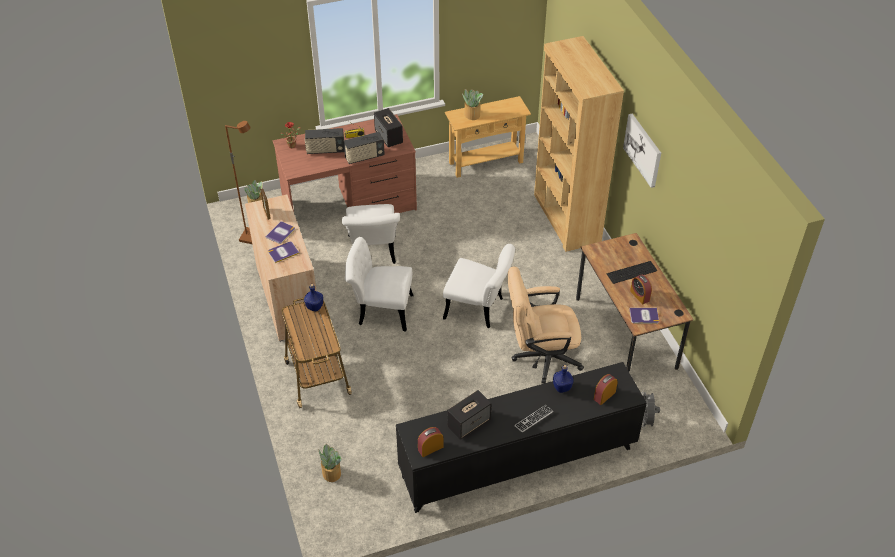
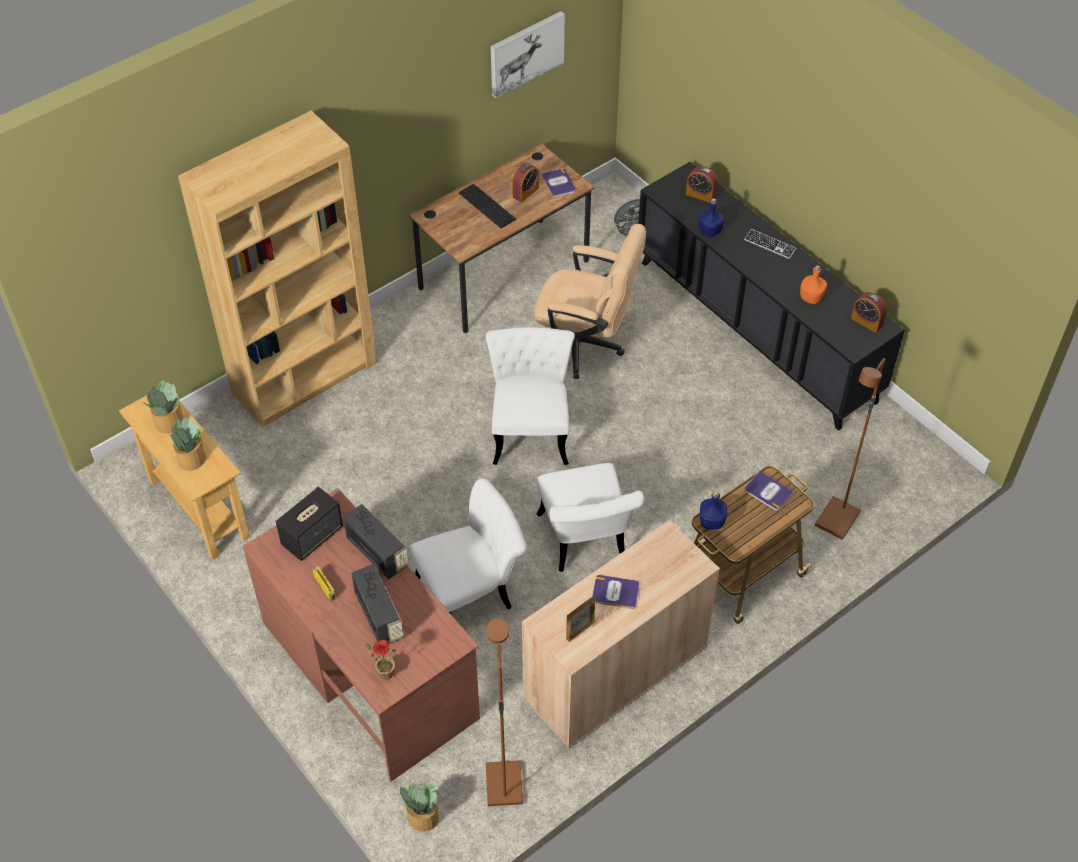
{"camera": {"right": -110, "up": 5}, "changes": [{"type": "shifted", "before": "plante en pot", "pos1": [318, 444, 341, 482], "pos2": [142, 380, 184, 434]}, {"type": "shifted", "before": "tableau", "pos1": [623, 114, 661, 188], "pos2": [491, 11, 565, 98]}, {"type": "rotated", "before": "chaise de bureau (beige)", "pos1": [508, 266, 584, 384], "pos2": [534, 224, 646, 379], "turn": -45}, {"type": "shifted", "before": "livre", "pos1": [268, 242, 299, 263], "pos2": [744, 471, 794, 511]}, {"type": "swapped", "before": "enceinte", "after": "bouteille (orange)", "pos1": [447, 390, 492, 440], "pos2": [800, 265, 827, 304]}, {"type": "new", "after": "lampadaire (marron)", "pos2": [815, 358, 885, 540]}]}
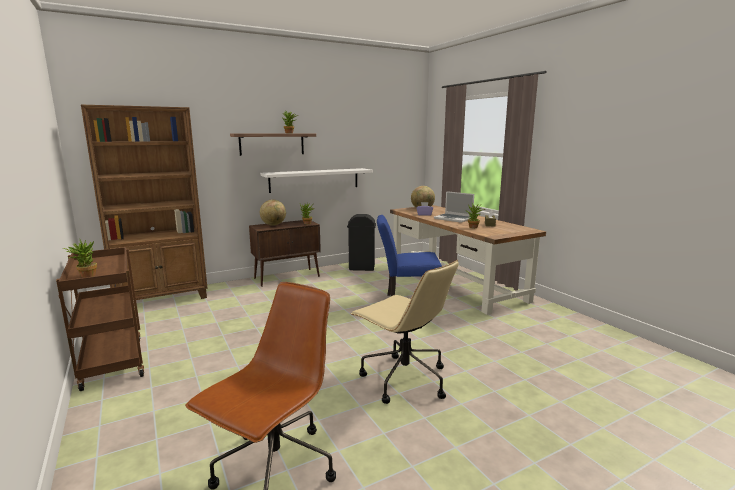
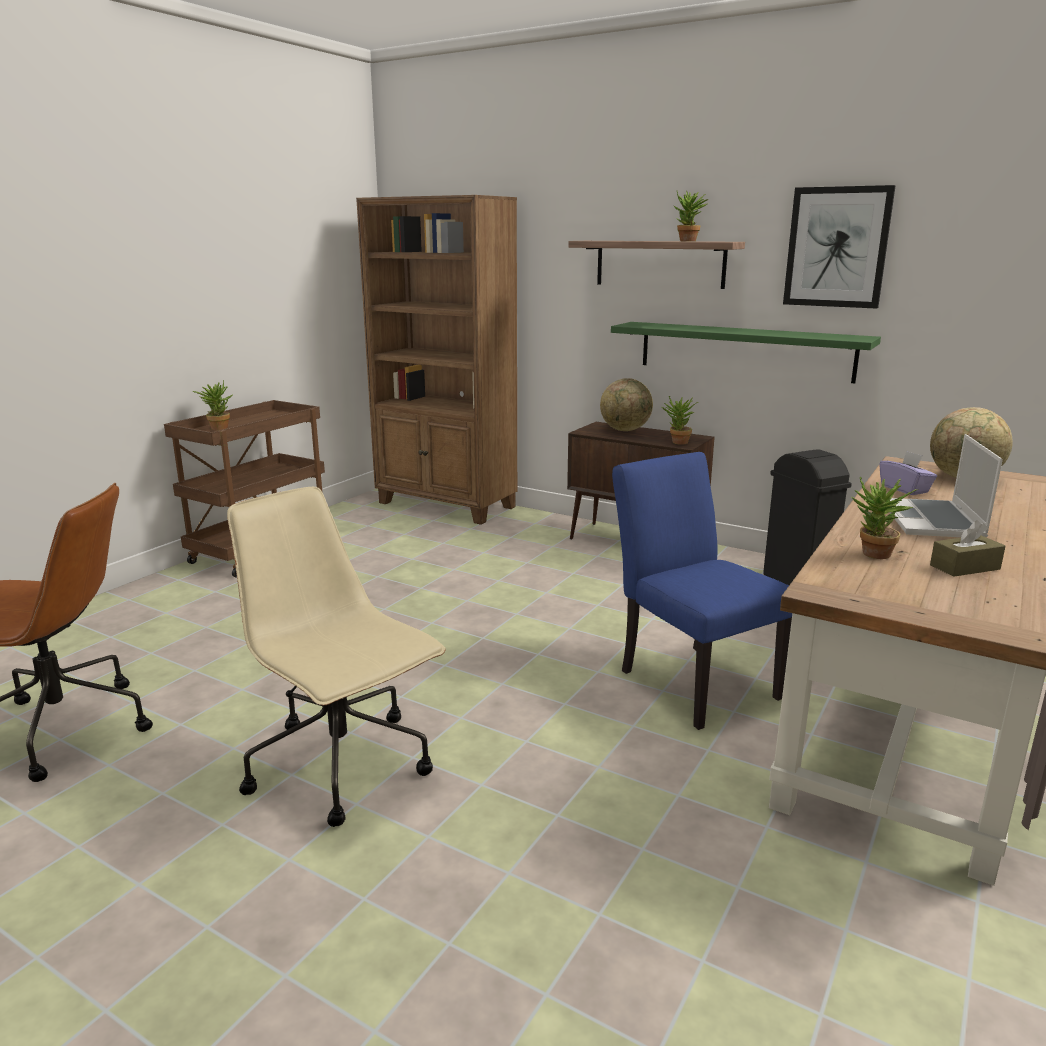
{"camera": {"right": 60, "up": 5}, "changes": [{"type": "rotated", "before": "chaise de bureau (beige)", "pos1": [350, 260, 459, 404], "pos2": [227, 487, 446, 827], "turn": 120}, {"type": "repainted", "before": "étagère (blanc)", "after": "étagère (vert)", "pos1": [260, 168, 373, 193], "pos2": [611, 322, 881, 384]}, {"type": "new", "after": "tableau", "pos2": [783, 185, 896, 309]}]}
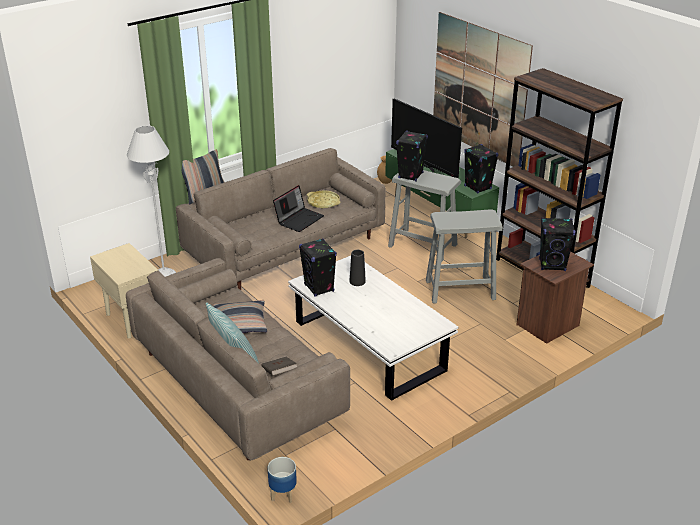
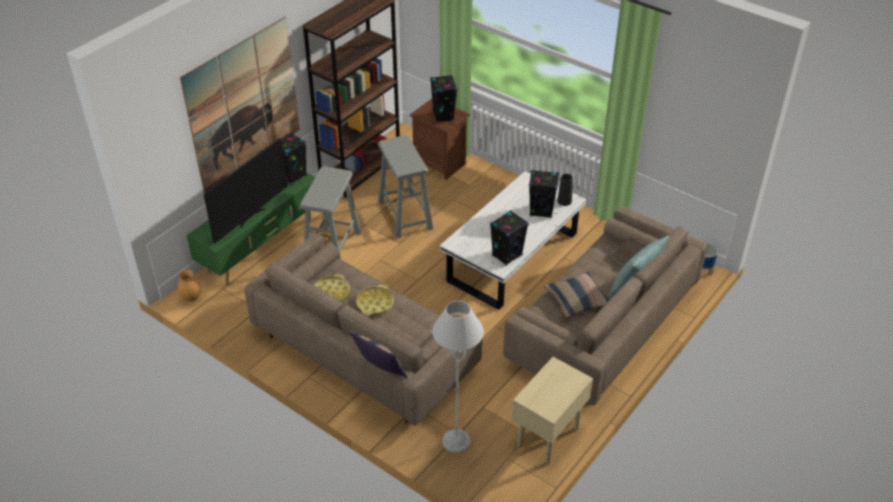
{"camera": {"right": -105, "up": 10}, "changes": [{"type": "swapped", "before": "ordinateur portable", "after": "plateau (jaune)", "pos1": [273, 185, 324, 232], "pos2": [356, 284, 394, 316]}, {"type": "shifted", "before": "enceinte (noir)", "pos1": [396, 131, 428, 182], "pos2": [529, 170, 559, 218]}, {"type": "shifted", "before": "vase (noir)", "pos1": [349, 250, 366, 286], "pos2": [557, 174, 573, 206]}]}
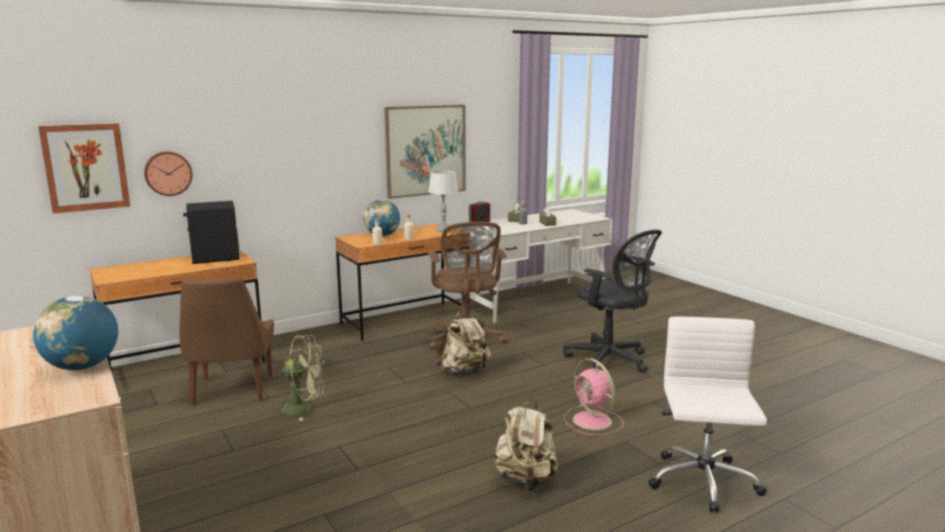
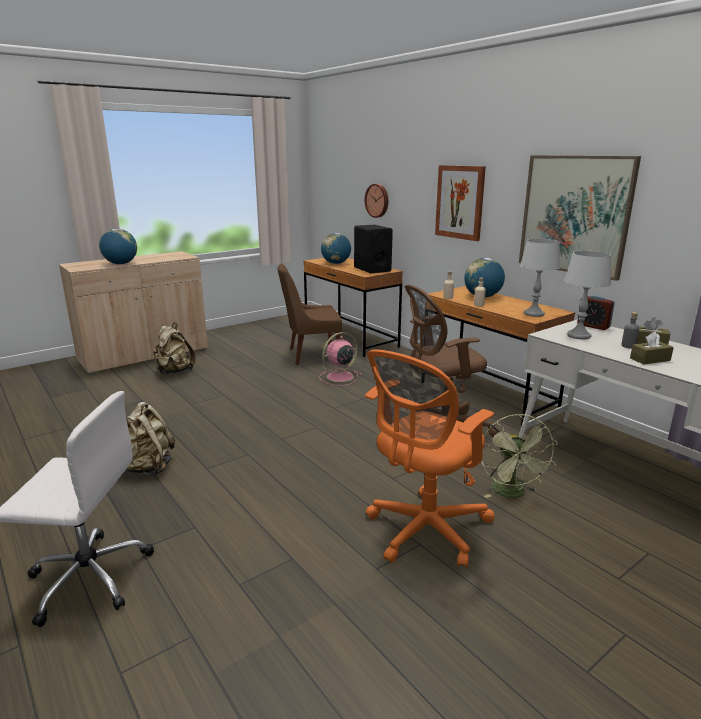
{"camera": {"right": 85, "up": 5}, "changes": [{"type": "shifted", "before": "sac à dos (beige)", "pos1": [435, 311, 491, 375], "pos2": [153, 322, 195, 375]}, {"type": "shifted", "before": "ventilateur (rose)", "pos1": [564, 359, 624, 435], "pos2": [319, 332, 362, 386]}, {"type": "new", "after": "globe", "pos2": [321, 233, 351, 264]}, {"type": "repainted", "before": "chaise de bureau (noir)", "after": "chaise de bureau (orange)", "pos1": [563, 230, 662, 373], "pos2": [365, 349, 495, 568]}, {"type": "shifted", "before": "tableau", "pos1": [38, 123, 130, 213], "pos2": [435, 165, 486, 241]}, {"type": "shifted", "before": "ventilateur (vert)", "pos1": [276, 335, 326, 421], "pos2": [481, 414, 558, 498]}, {"type": "new", "after": "lampe de table (gris)", "pos2": [564, 251, 611, 339]}]}
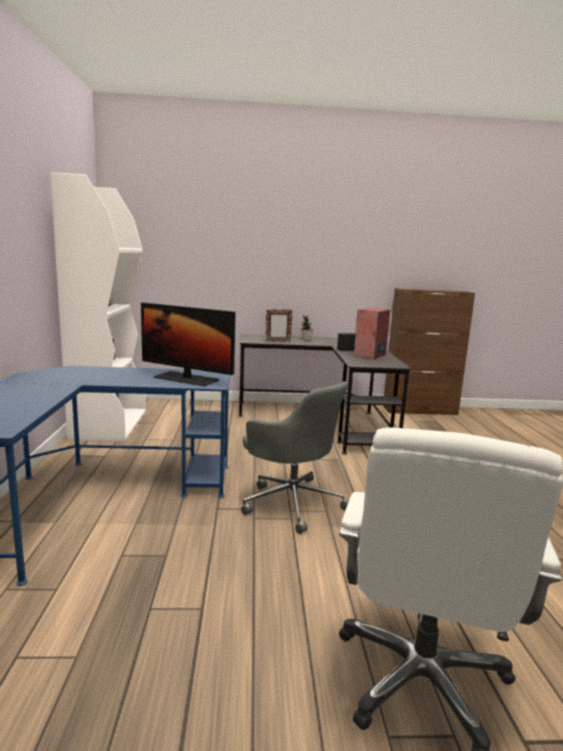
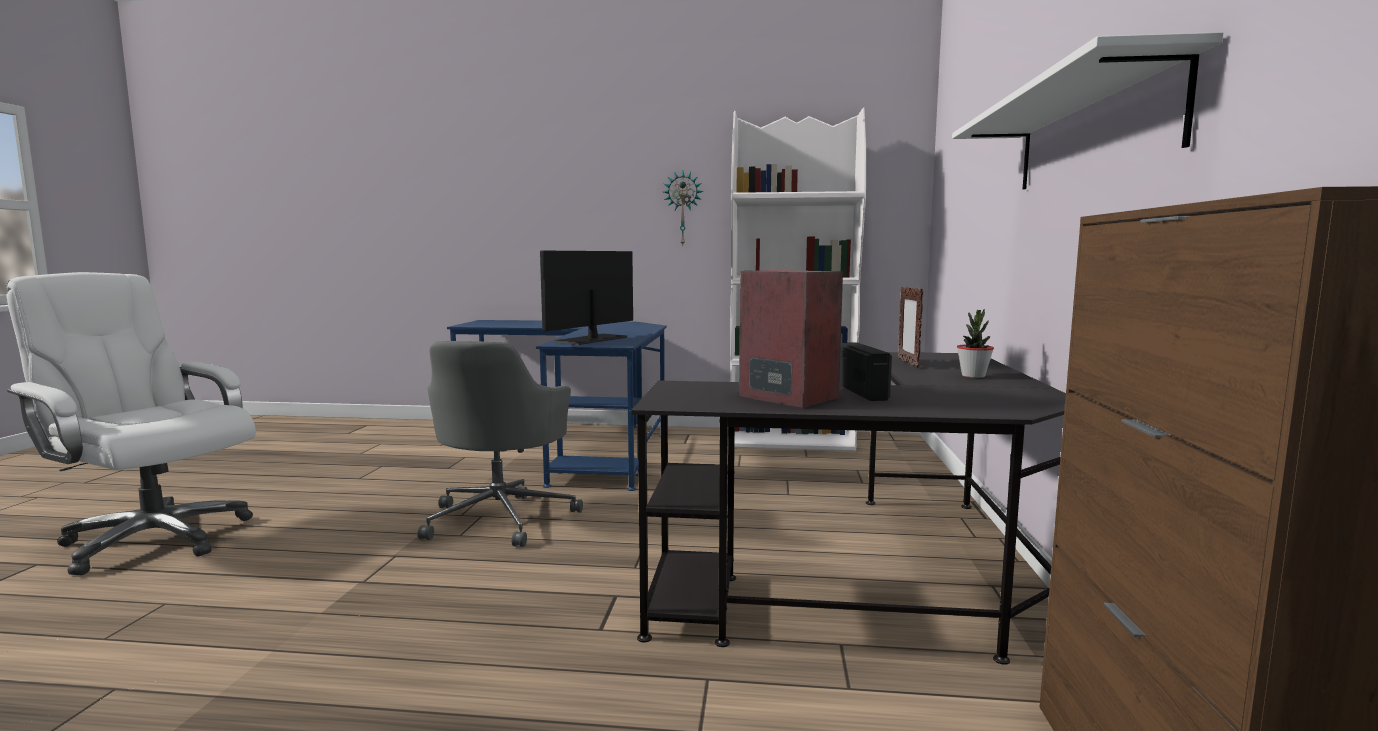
{"camera": {"right": 100, "up": -5}, "changes": [{"type": "rotated", "before": "chaise de bureau (gris)", "pos1": [241, 381, 349, 534], "pos2": [418, 341, 583, 547], "turn": -45}, {"type": "new", "after": "horloge murale", "pos2": [663, 171, 703, 245]}, {"type": "new", "after": "étagère (blanc)", "pos2": [952, 32, 1223, 190]}]}
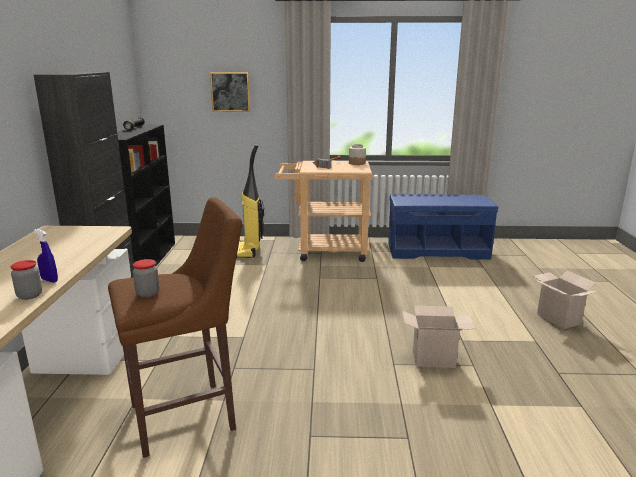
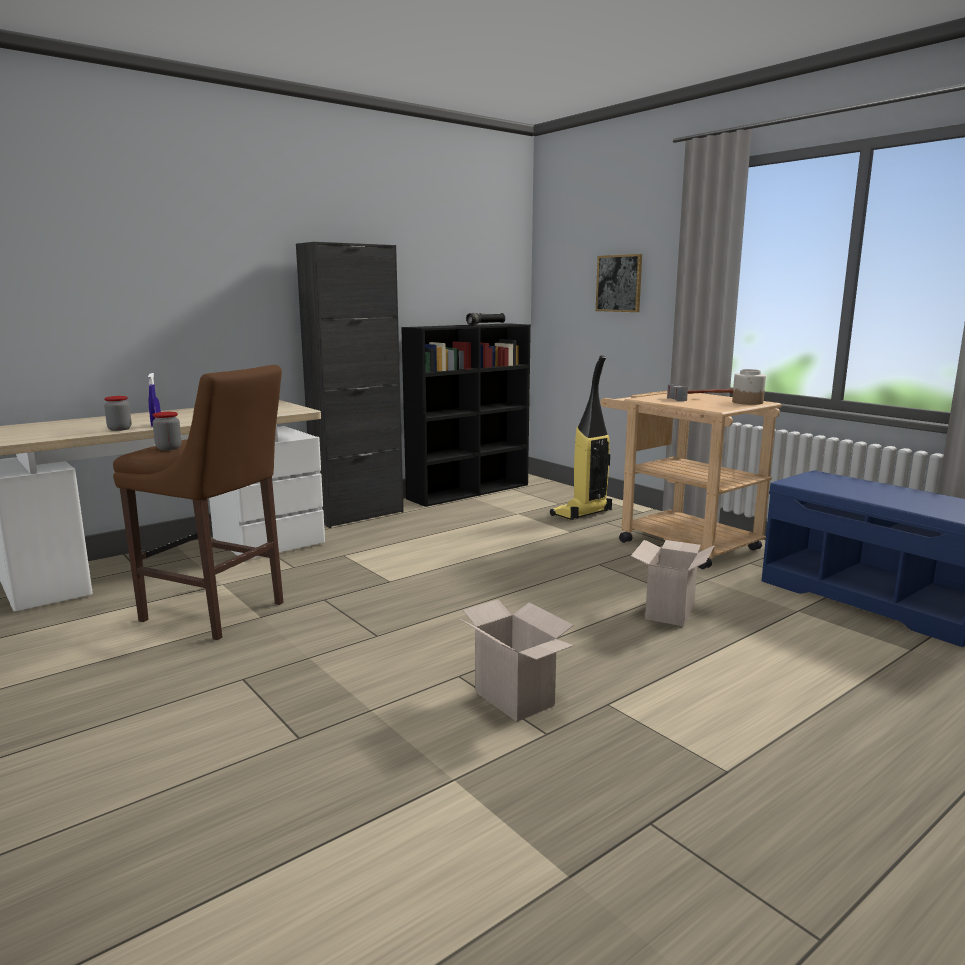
{"camera": {"right": 50, "up": -5}, "changes": [{"type": "shifted", "before": "carton", "pos1": [534, 270, 599, 329], "pos2": [631, 540, 715, 626]}]}
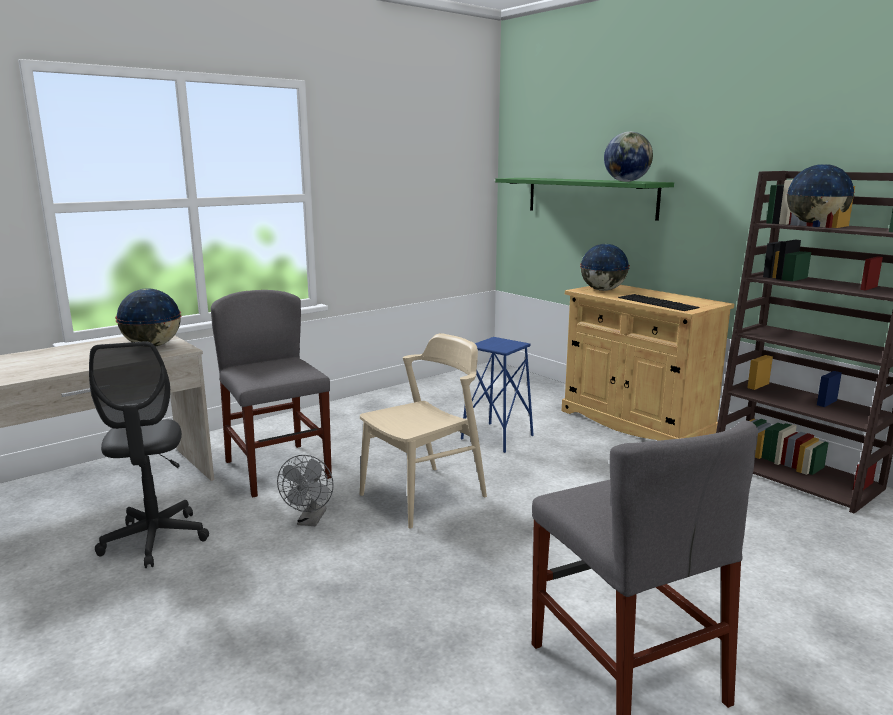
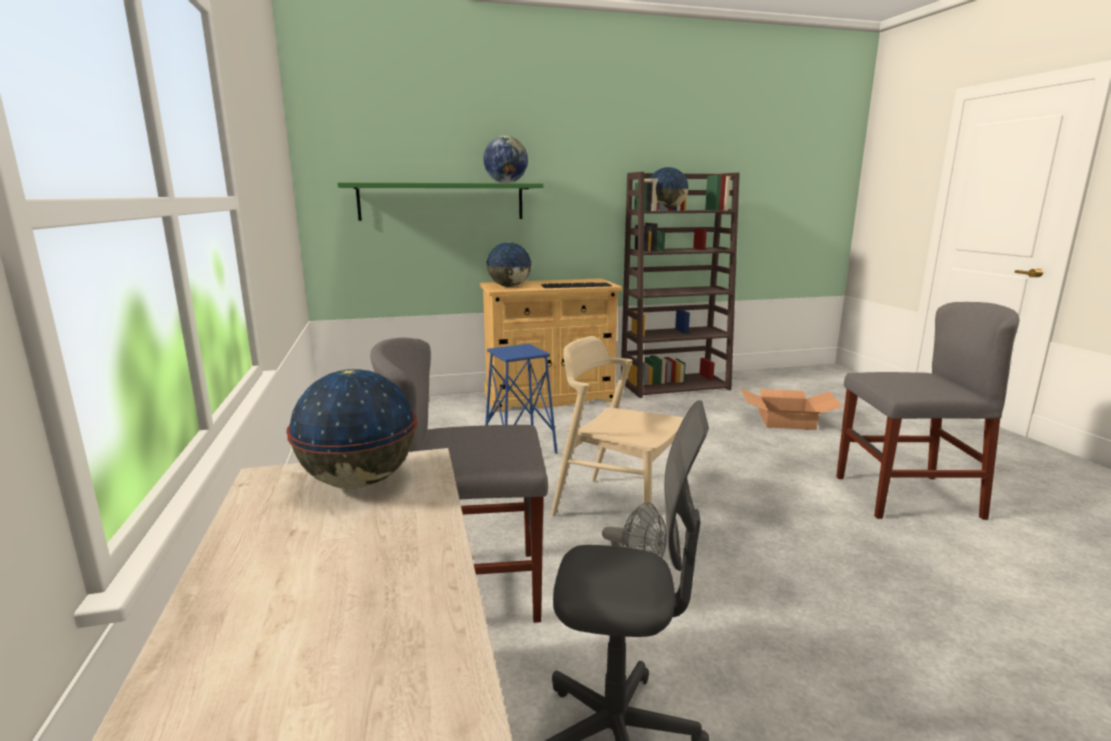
{"camera": {"right": -65, "up": 0}, "changes": [{"type": "rotated", "before": "chaise (beige)", "pos1": [360, 333, 487, 529], "pos2": [551, 336, 684, 530], "turn": -45}, {"type": "new", "after": "carton", "pos2": [740, 388, 842, 430]}]}
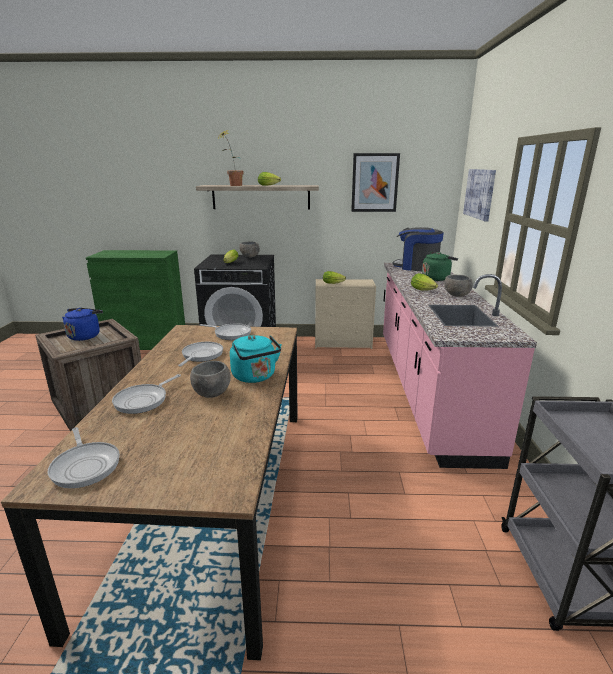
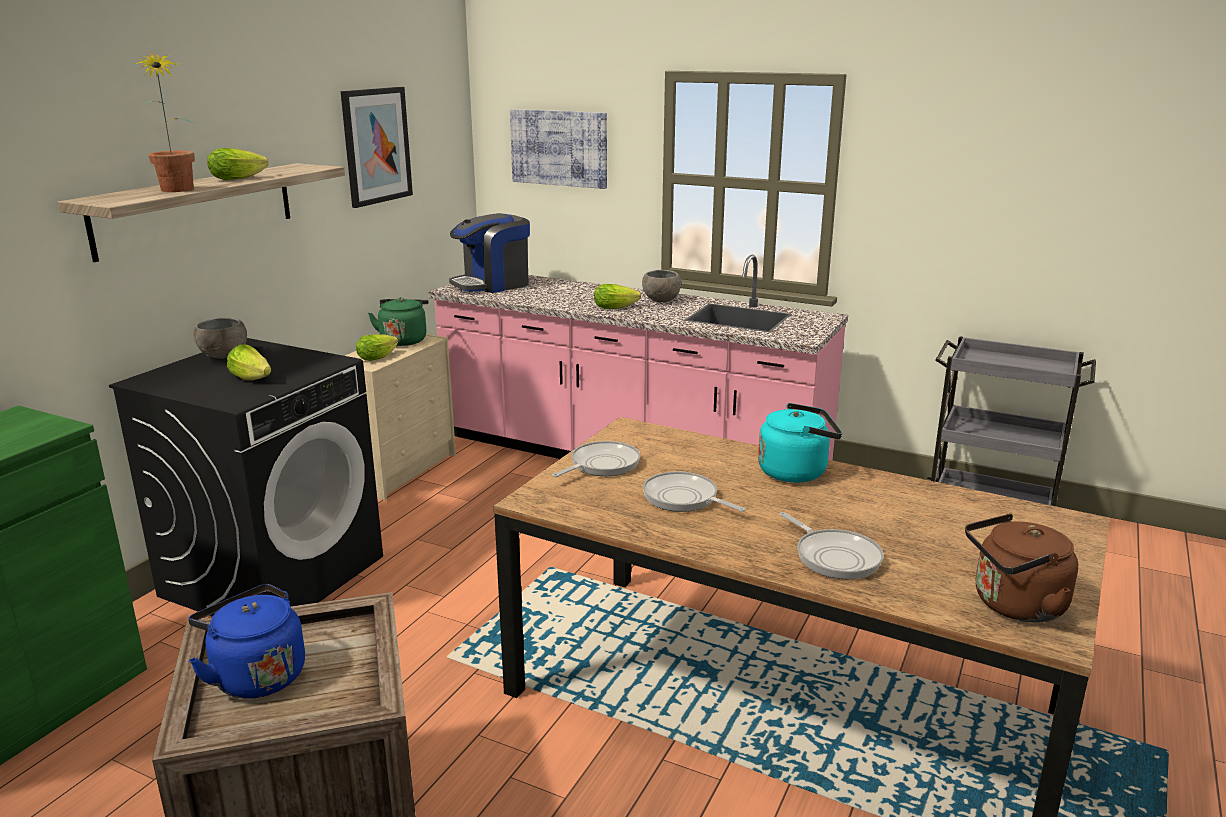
{"camera": {"right": -65, "up": 0}, "changes": [{"type": "shifted", "before": "bouilloire (vert)", "pos1": [422, 252, 458, 281], "pos2": [368, 297, 429, 346]}, {"type": "swapped", "before": "poêle", "after": "bouilloire (marron)", "pos1": [48, 427, 120, 488], "pos2": [965, 514, 1078, 622]}, {"type": "gone", "before": "bol (gris)", "pos1": [190, 361, 231, 398]}]}
